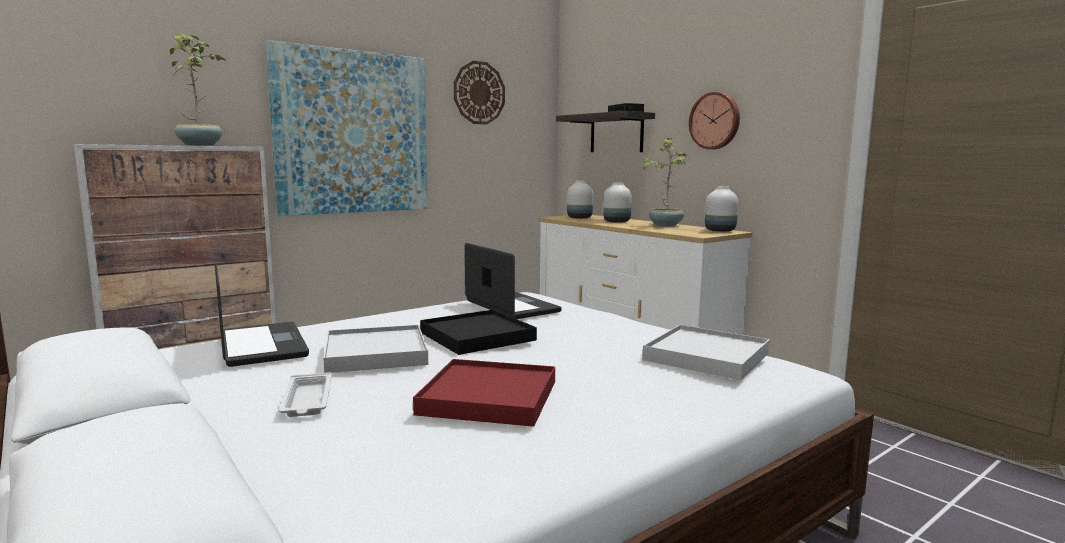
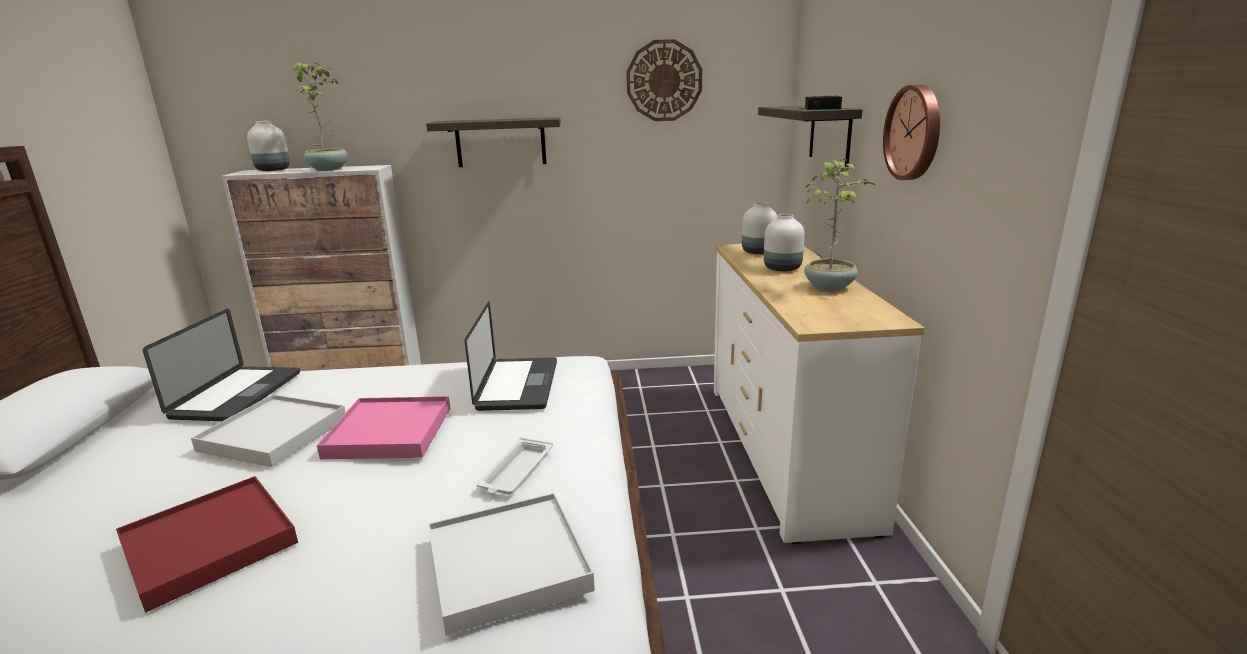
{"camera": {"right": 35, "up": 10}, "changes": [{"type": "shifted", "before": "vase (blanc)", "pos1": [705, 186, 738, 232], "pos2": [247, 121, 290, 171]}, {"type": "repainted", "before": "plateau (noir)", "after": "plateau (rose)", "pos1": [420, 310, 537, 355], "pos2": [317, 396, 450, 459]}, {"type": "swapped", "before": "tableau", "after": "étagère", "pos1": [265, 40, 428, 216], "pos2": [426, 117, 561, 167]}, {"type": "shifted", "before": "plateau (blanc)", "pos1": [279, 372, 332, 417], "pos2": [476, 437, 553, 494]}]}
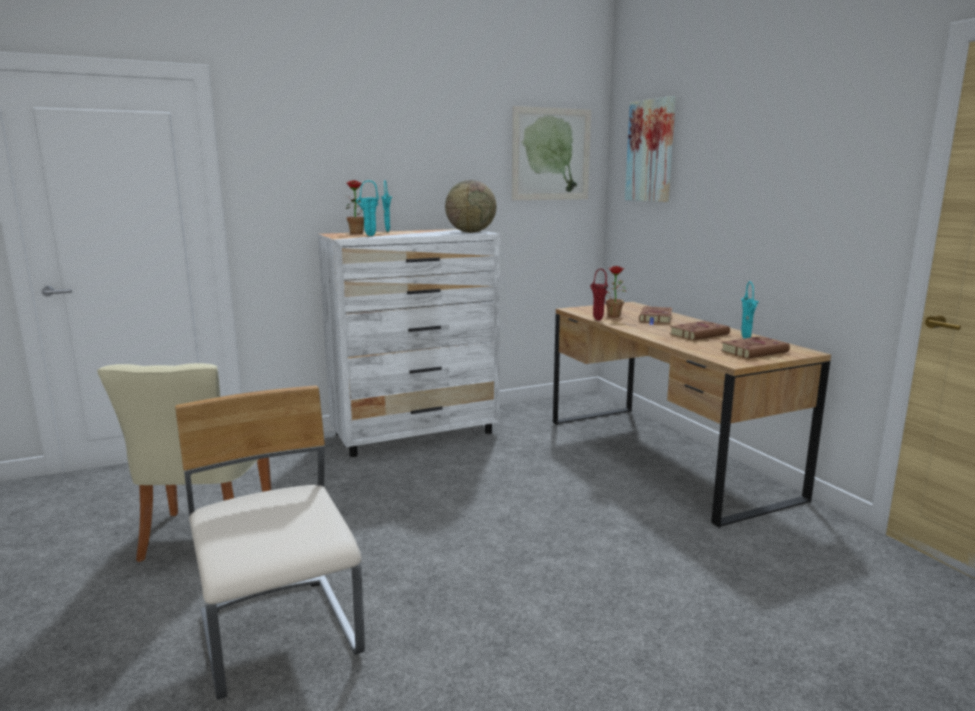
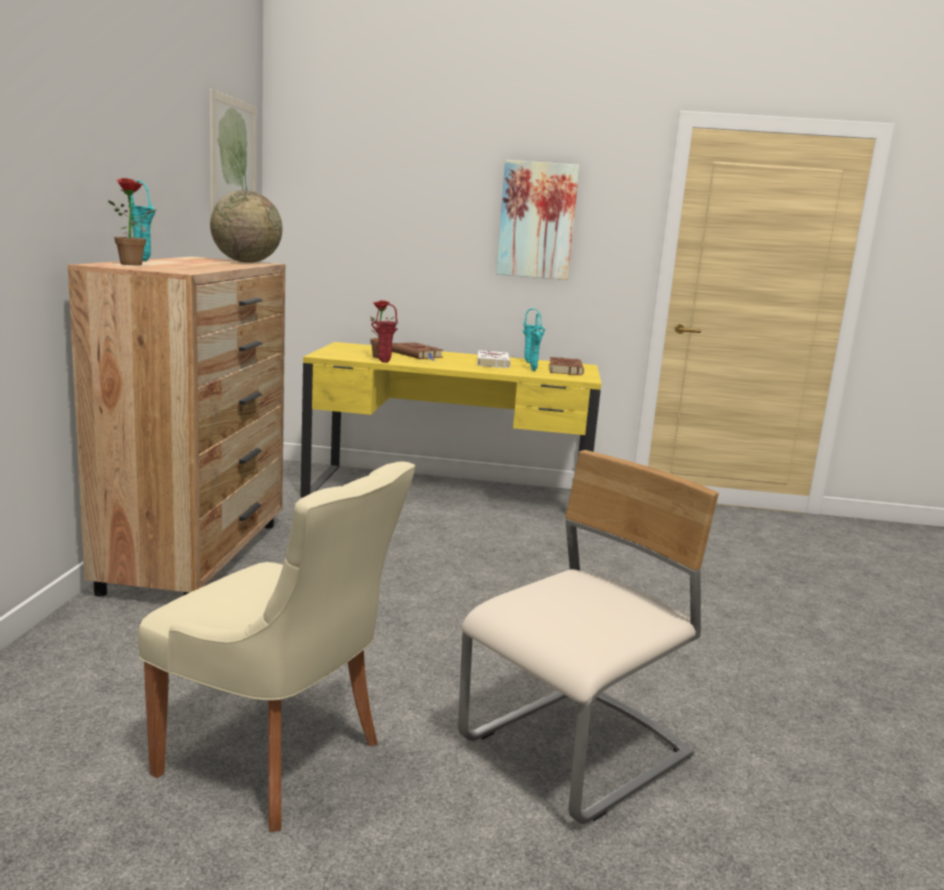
{"camera": {"right": -60, "up": 0}, "changes": [{"type": "repainted", "before": "commode (blanc)", "after": "commode (marron)", "pos1": [318, 229, 500, 457], "pos2": [68, 257, 286, 597]}, {"type": "repainted", "before": "bureau (marron)", "after": "bureau (jaune)", "pos1": [553, 302, 831, 528], "pos2": [301, 342, 601, 498]}, {"type": "rotated", "before": "chaise (beige)", "pos1": [175, 385, 365, 700], "pos2": [458, 450, 719, 824], "turn": 135}, {"type": "repainted", "before": "livre (marron)", "after": "livre (blanc)", "pos1": [670, 321, 730, 340], "pos2": [477, 350, 511, 368]}, {"type": "shifted", "before": "tableau", "pos1": [625, 96, 676, 202], "pos2": [496, 160, 580, 280]}, {"type": "shifted", "before": "vase (turquoise)", "pos1": [356, 180, 379, 236], "pos2": [530, 313, 544, 371]}]}
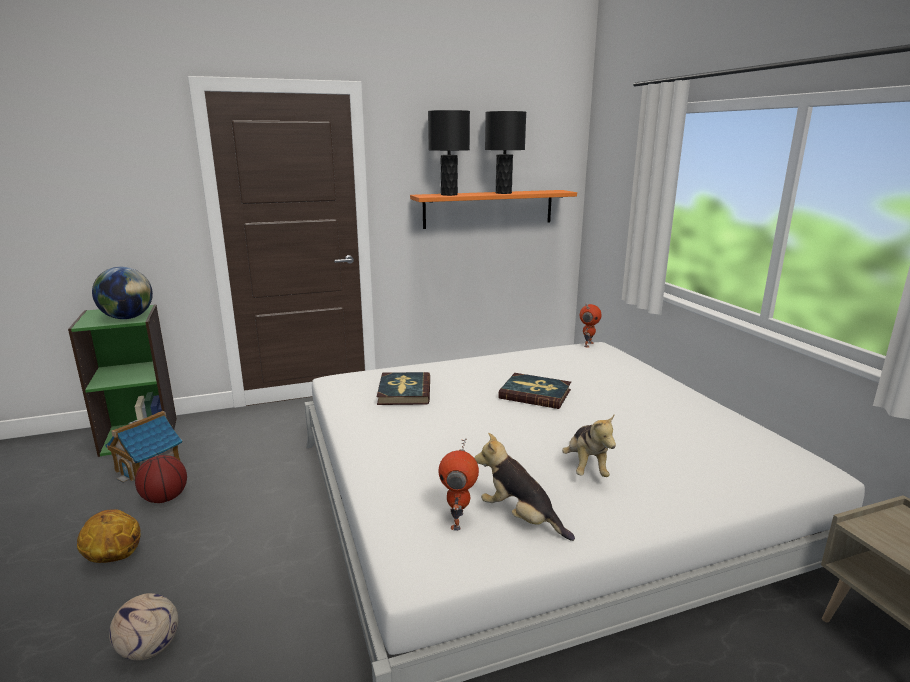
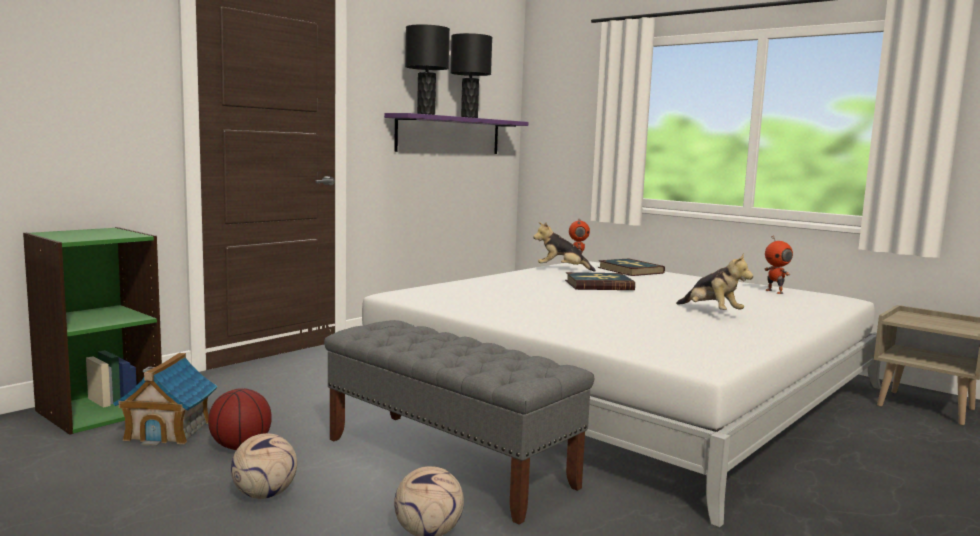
{"camera": {"right": -30, "up": -10}, "changes": [{"type": "swapped", "before": "ballon de basket", "after": "ballon de foot", "pos1": [77, 509, 141, 563], "pos2": [231, 433, 297, 499]}, {"type": "new", "after": "banc (gris)", "pos2": [324, 320, 594, 525]}, {"type": "repainted", "before": "étagère (orange)", "after": "étagère (violet)", "pos1": [410, 190, 577, 229], "pos2": [384, 113, 528, 154]}, {"type": "shifted", "before": "peluche", "pos1": [474, 433, 575, 541], "pos2": [533, 222, 596, 272]}, {"type": "shifted", "before": "livre", "pos1": [377, 372, 430, 405], "pos2": [598, 258, 665, 276]}, {"type": "shifted", "before": "robot jouet", "pos1": [438, 438, 479, 531], "pos2": [765, 235, 793, 294]}, {"type": "gone", "before": "globe", "pos1": [92, 267, 153, 319]}]}
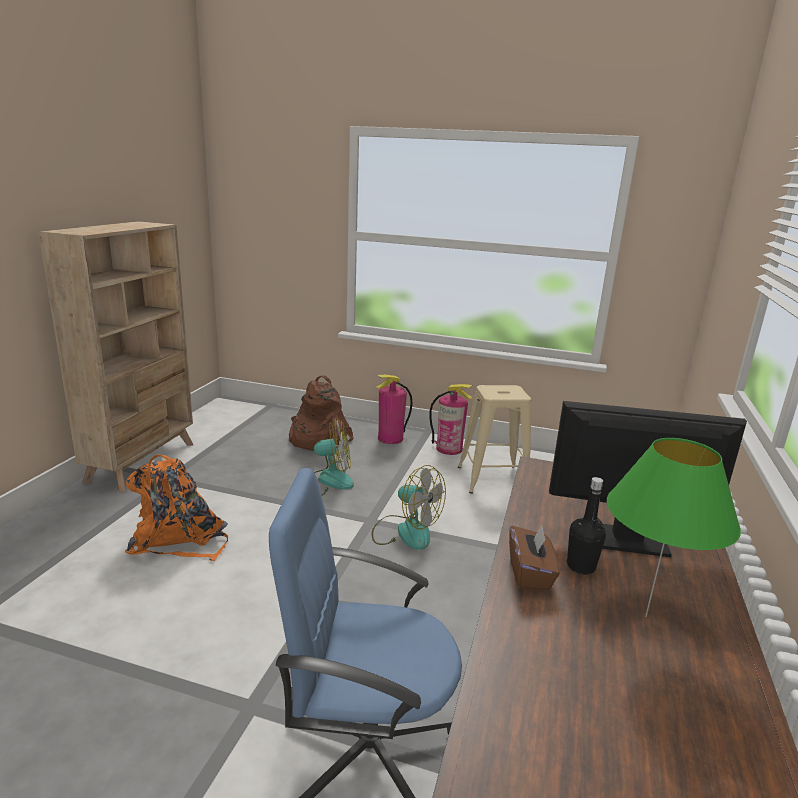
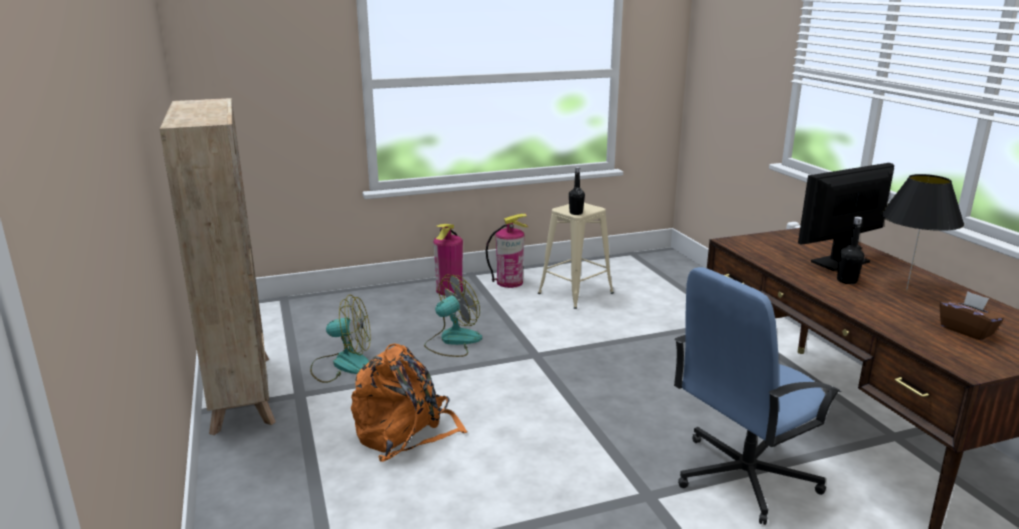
{"camera": {"right": -35, "up": 0}, "changes": [{"type": "shifted", "before": "ventilateur", "pos1": [372, 465, 446, 550], "pos2": [310, 295, 370, 383]}, {"type": "new", "after": "bouteille (noir)", "pos2": [569, 167, 585, 215]}, {"type": "repainted", "before": "lampe de table (vert)", "after": "lampe de table (noir)", "pos1": [607, 438, 741, 617], "pos2": [881, 174, 964, 290]}, {"type": "shifted", "before": "boîte à mouchoirs (marron)", "pos1": [509, 525, 560, 590], "pos2": [940, 291, 1004, 340]}, {"type": "gone", "before": "sac à dos (marron)", "pos1": [289, 375, 354, 451]}]}
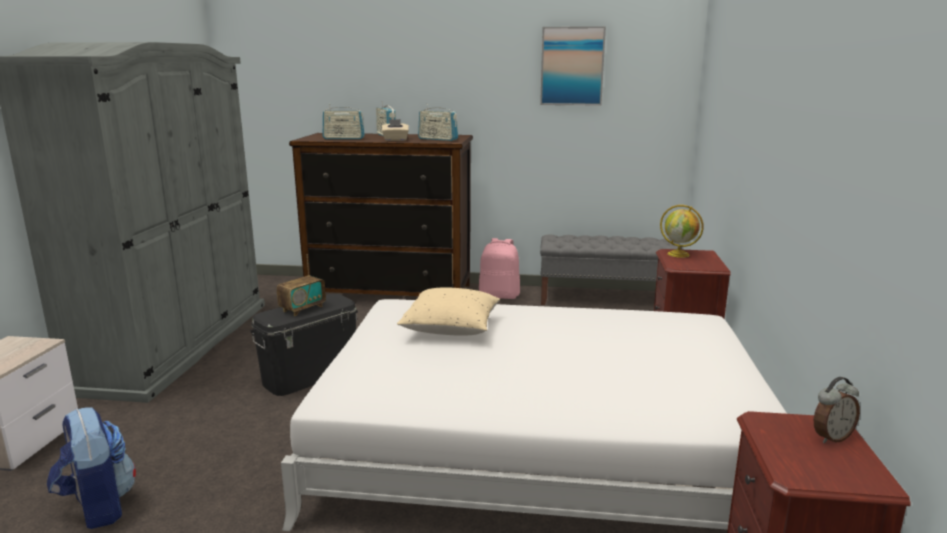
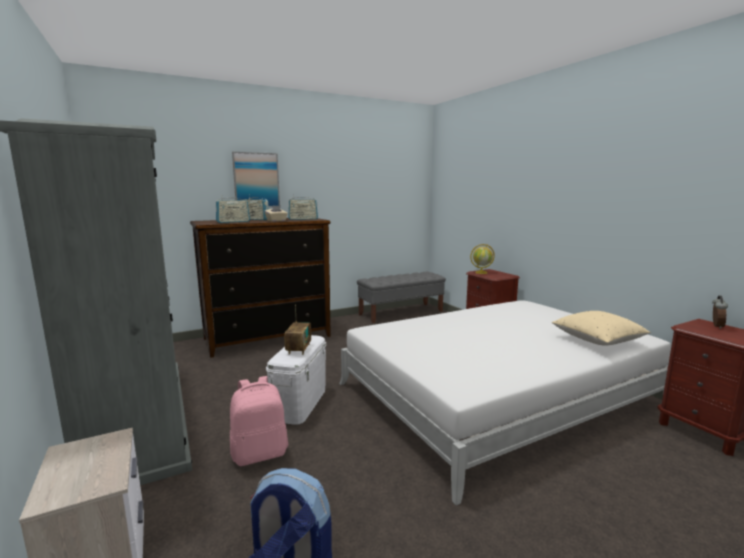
{"camera": {"right": -35, "up": -5}, "changes": [{"type": "shifted", "before": "sac à dos (rose)", "pos1": [479, 238, 520, 299], "pos2": [230, 376, 288, 466]}, {"type": "shifted", "before": "tableau", "pos1": [540, 26, 606, 106], "pos2": [232, 152, 280, 207]}, {"type": "repainted", "before": "boîte de rangement (noir)", "after": "boîte de rangement (blanc)", "pos1": [250, 294, 358, 396], "pos2": [266, 335, 326, 424]}, {"type": "shifted", "before": "coussin (beige)", "pos1": [397, 287, 500, 336], "pos2": [552, 311, 651, 346]}]}
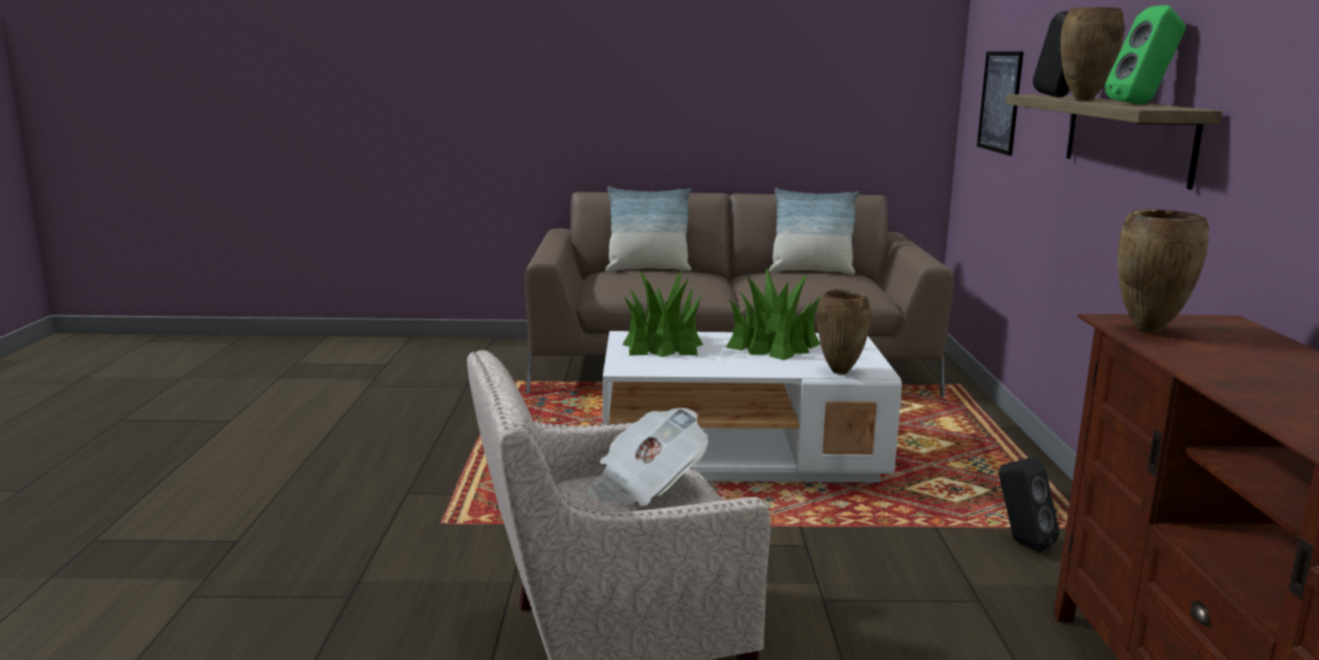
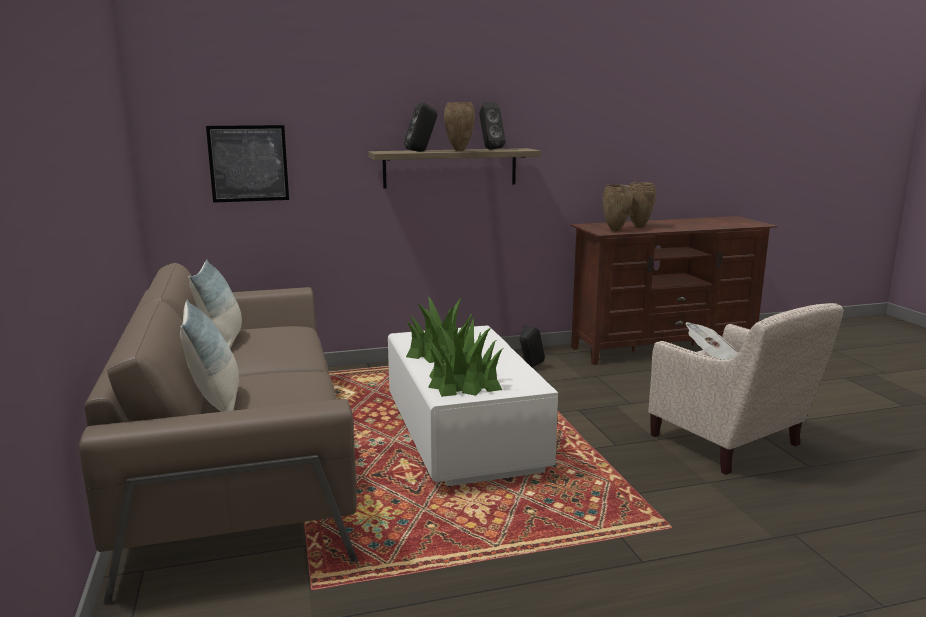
{"camera": {"right": -105, "up": 0}, "changes": [{"type": "repainted", "before": "enceinte (vert)", "after": "enceinte (noir)", "pos1": [1105, 5, 1186, 104], "pos2": [479, 102, 506, 150]}, {"type": "shifted", "before": "vase (marron)", "pos1": [817, 289, 871, 374], "pos2": [629, 182, 656, 228]}]}
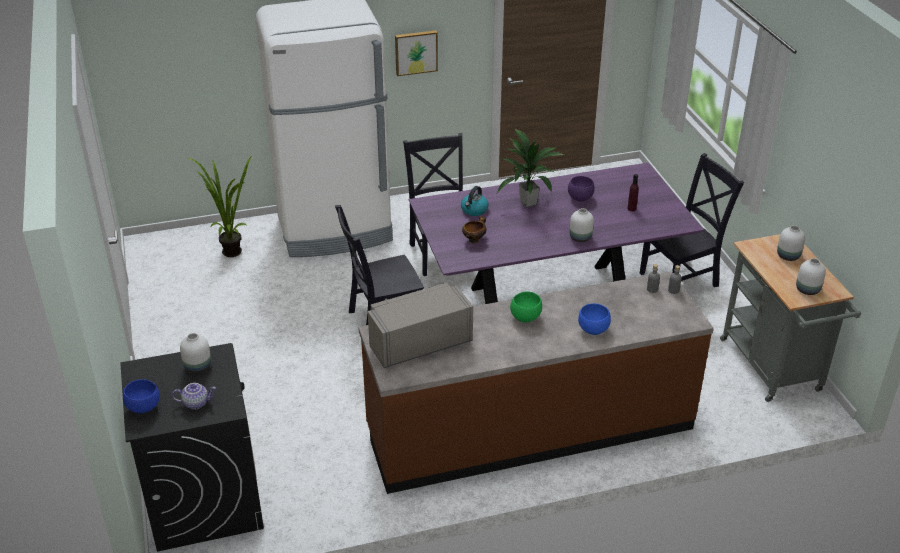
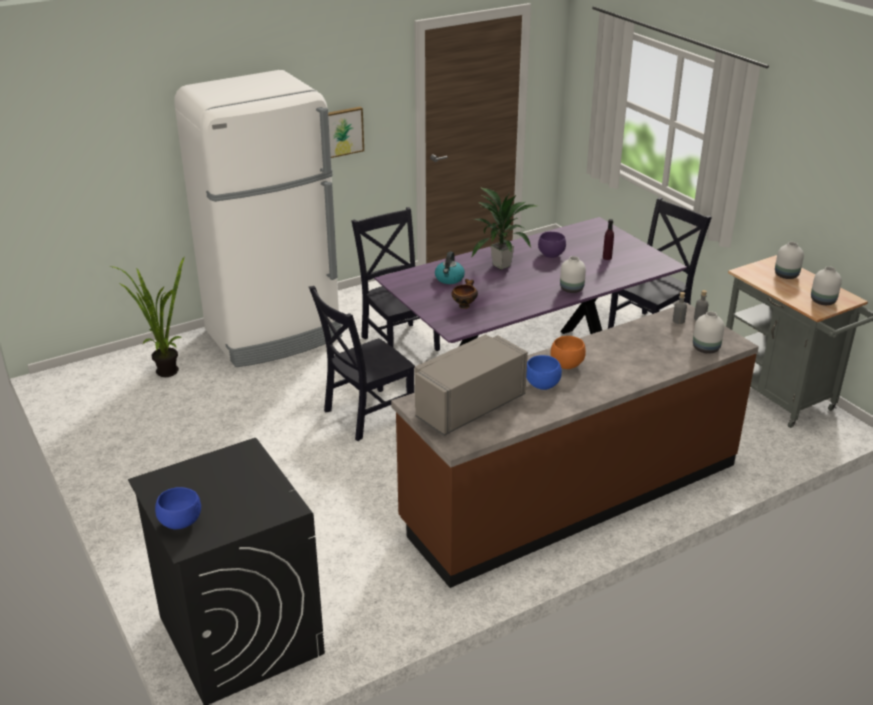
{"camera": {"right": -15, "up": -5}, "changes": [{"type": "shifted", "before": "bol (bleu)", "pos1": [578, 303, 611, 335], "pos2": [526, 355, 562, 390]}, {"type": "repainted", "before": "bol (vert)", "after": "bol (orange)", "pos1": [510, 291, 542, 322], "pos2": [550, 336, 586, 369]}, {"type": "shifted", "before": "vase (blanc)", "pos1": [180, 333, 211, 373], "pos2": [693, 311, 724, 354]}, {"type": "gone", "before": "théière", "pos1": [172, 383, 216, 410]}]}
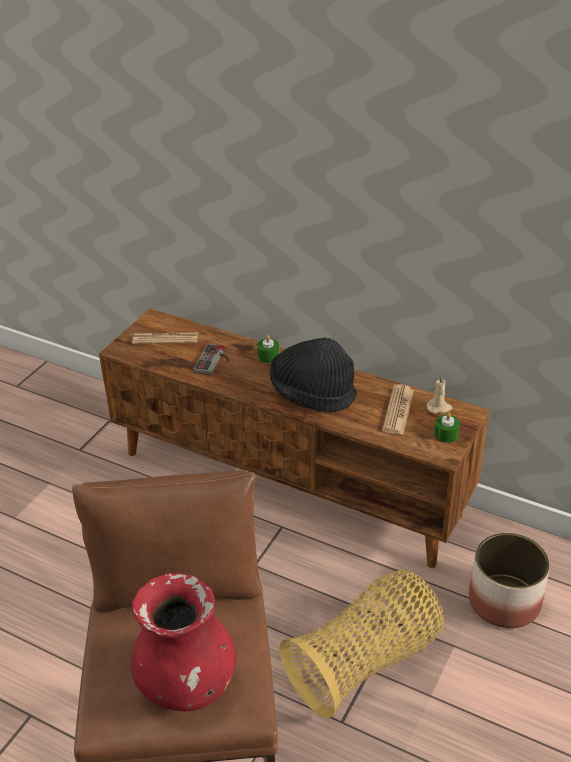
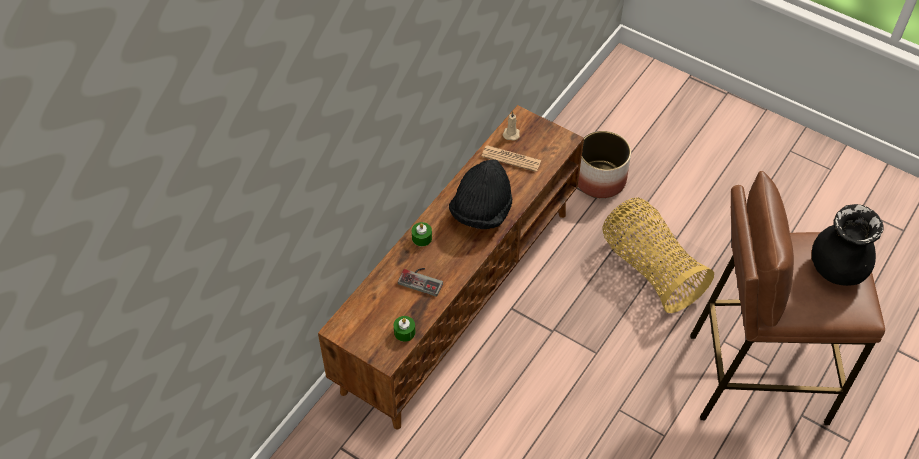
{"camera": {"right": -85, "up": 15}, "changes": [{"type": "shifted", "before": "bougie (vert)", "pos1": [434, 412, 460, 443], "pos2": [394, 316, 415, 342]}, {"type": "repainted", "before": "vase (rouge)", "after": "vase (noir)", "pos1": [131, 573, 237, 712], "pos2": [812, 204, 884, 286]}, {"type": "gone", "before": "journal", "pos1": [132, 332, 198, 344]}]}
